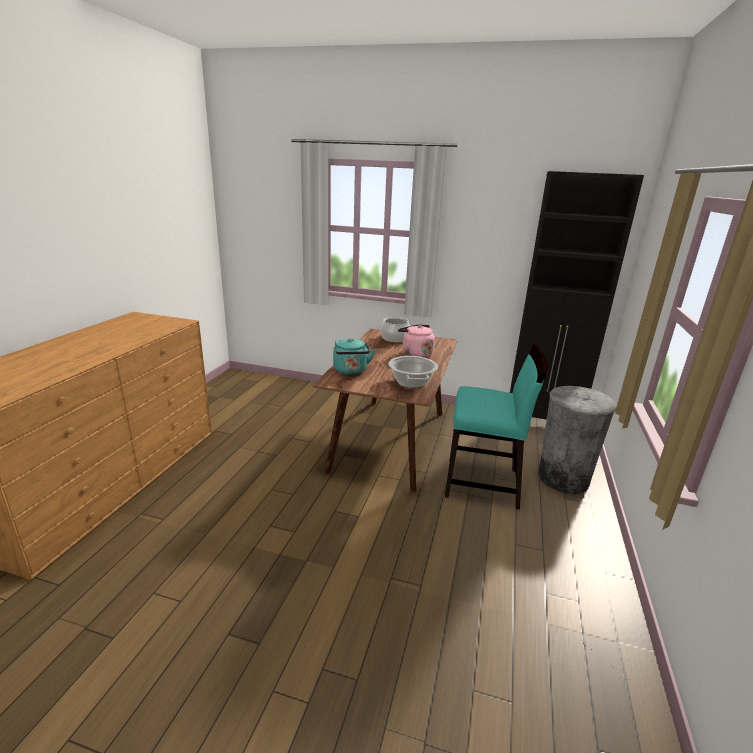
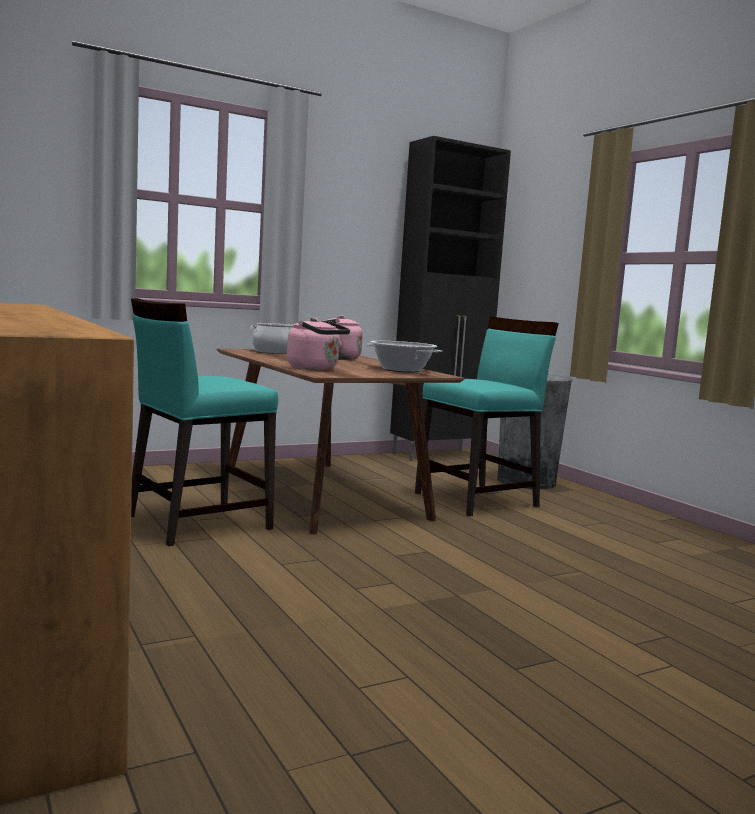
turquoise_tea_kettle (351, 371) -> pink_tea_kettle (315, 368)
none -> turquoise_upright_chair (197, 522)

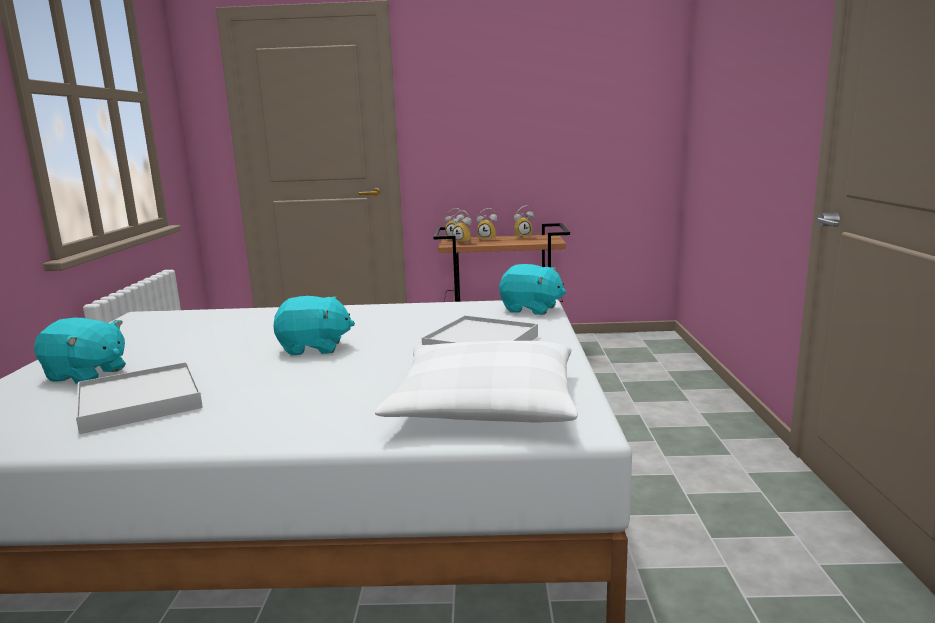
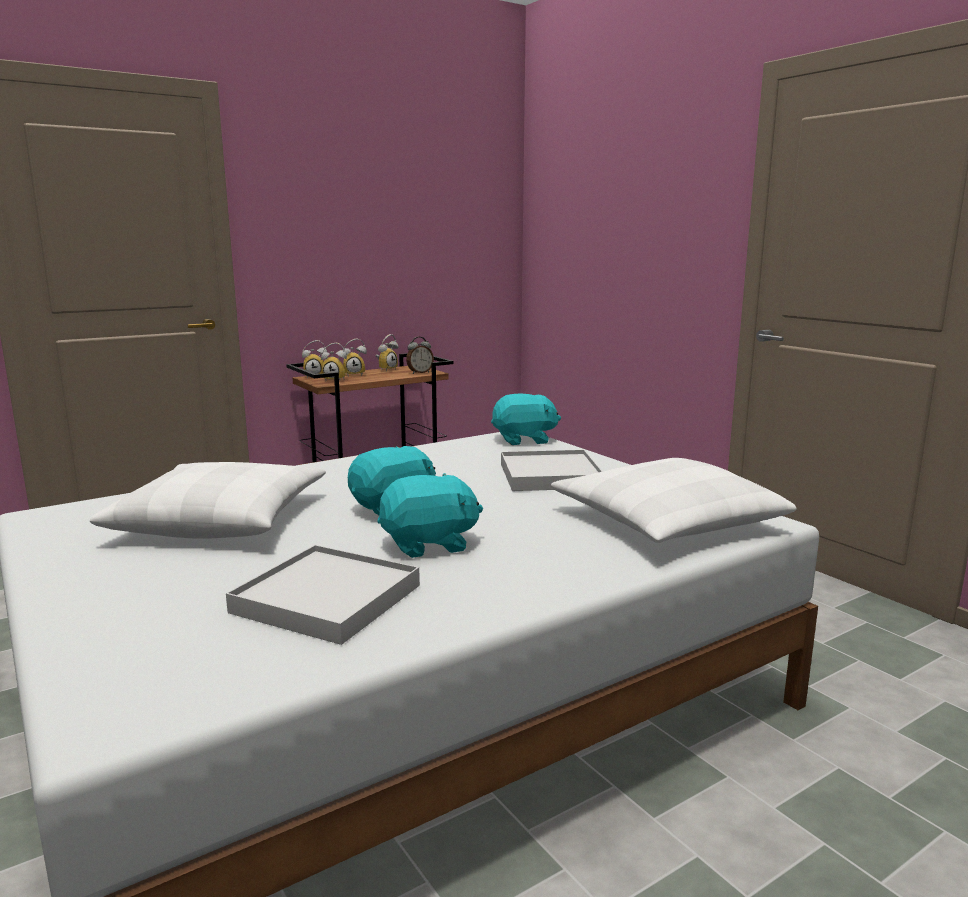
turquoise_cuddly_toy (86, 375) -> turquoise_cuddly_toy (429, 544), shifted
none -> white_throw_pillow (221, 519)
none -> bedside_clock (420, 372)

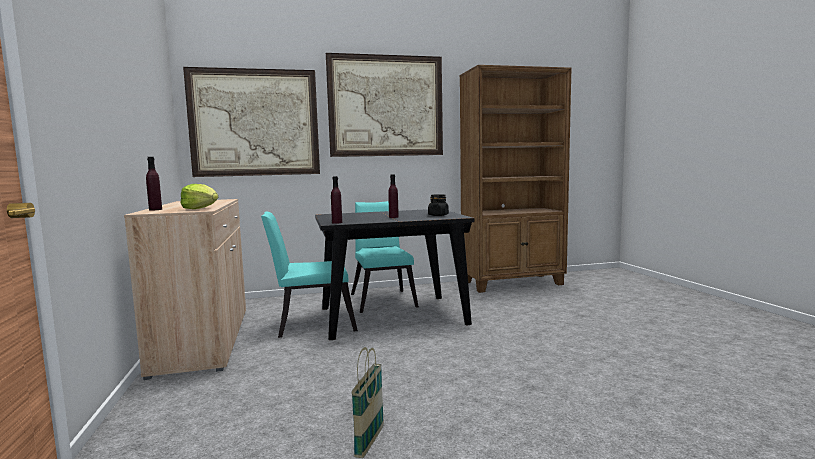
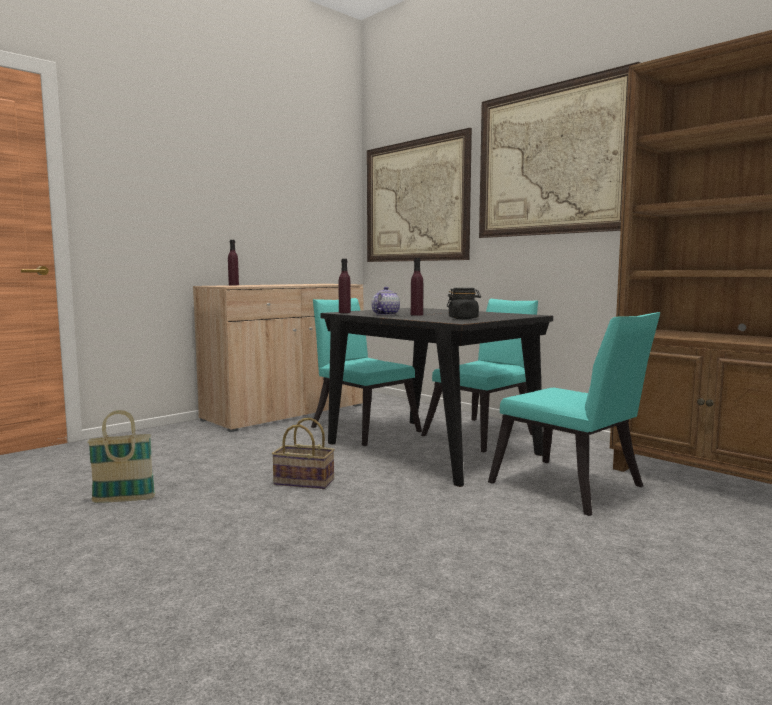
lettuce_head (201, 208) -> none
none -> household_basket (302, 482)
none -> teapot (385, 314)
none -> turquoise_upright_chair (572, 488)

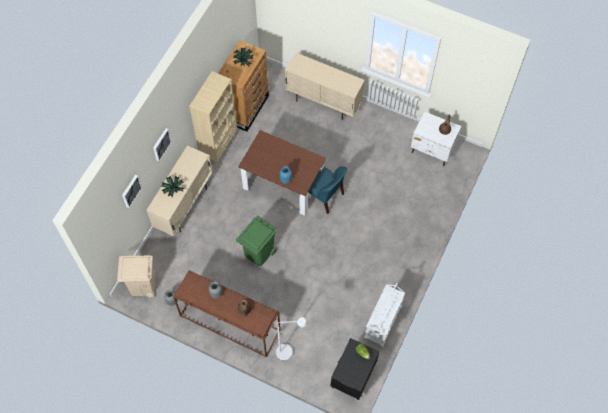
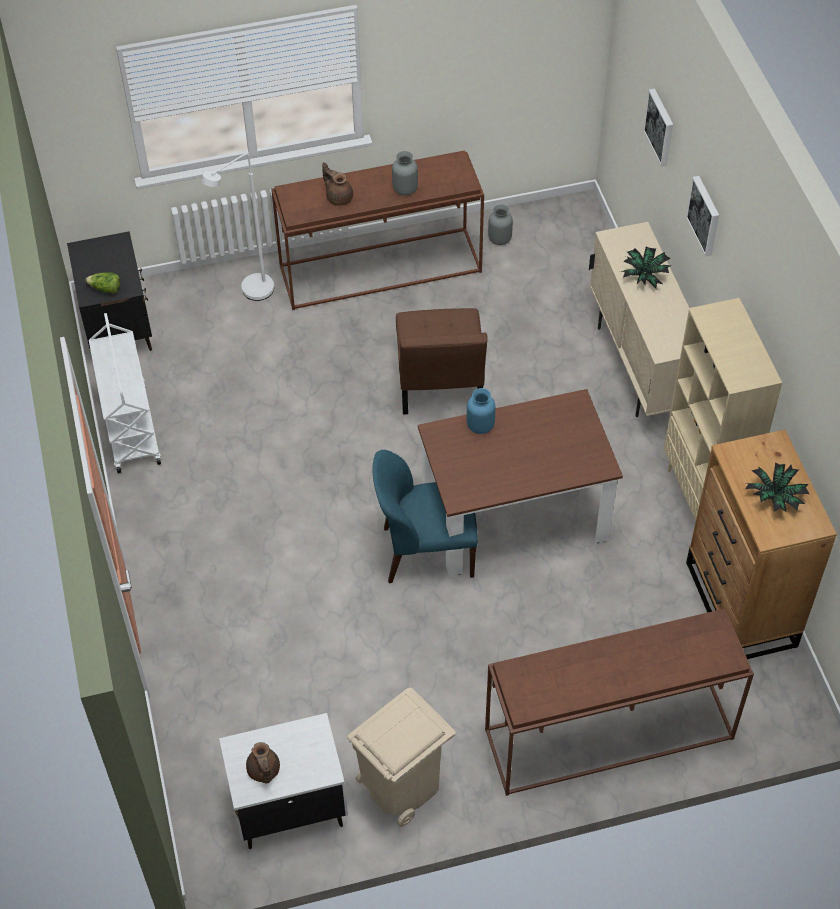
beige_trash_can (142, 285) -> beige_trash_can (401, 786), shifted
greenish_trash_can (258, 253) -> brown-coloured_upright_chair (439, 386)
beige_cupboard (323, 102) -> brown-coloured_narrow_table (608, 736)

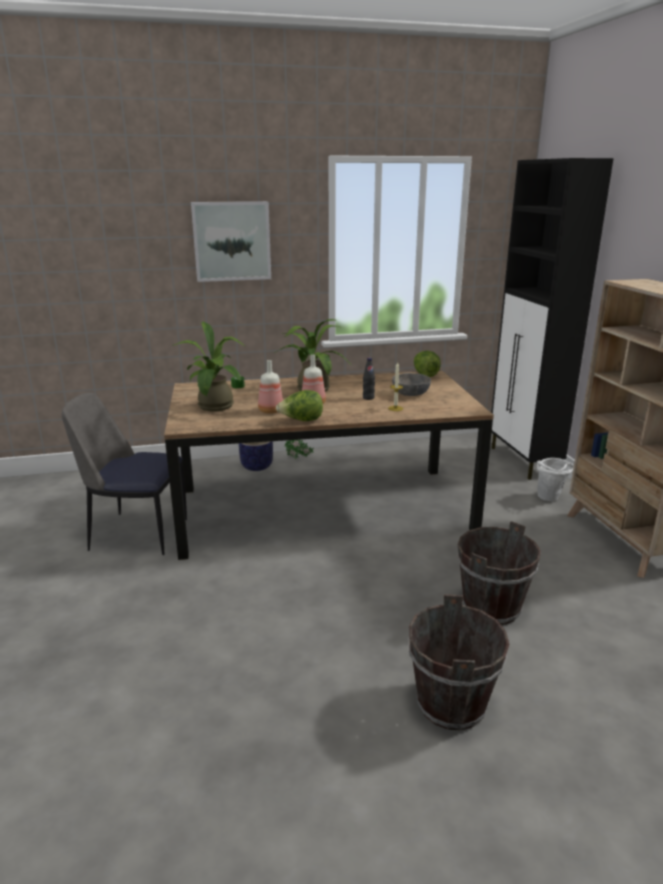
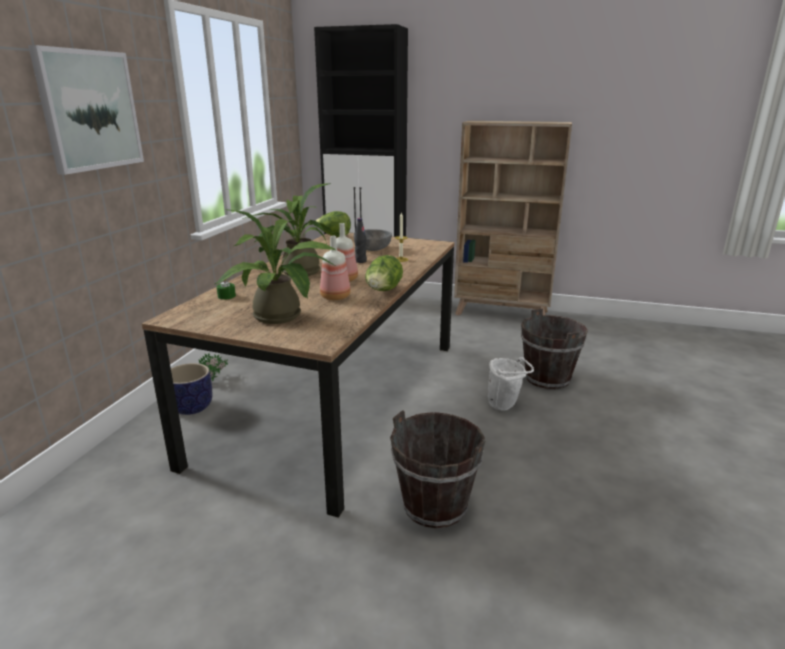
upright_chair (136, 533) -> none
brown-coloured_pail (451, 704) -> brown-coloured_pail (435, 505), shifted
white_pail (550, 499) -> white_pail (505, 406), shifted

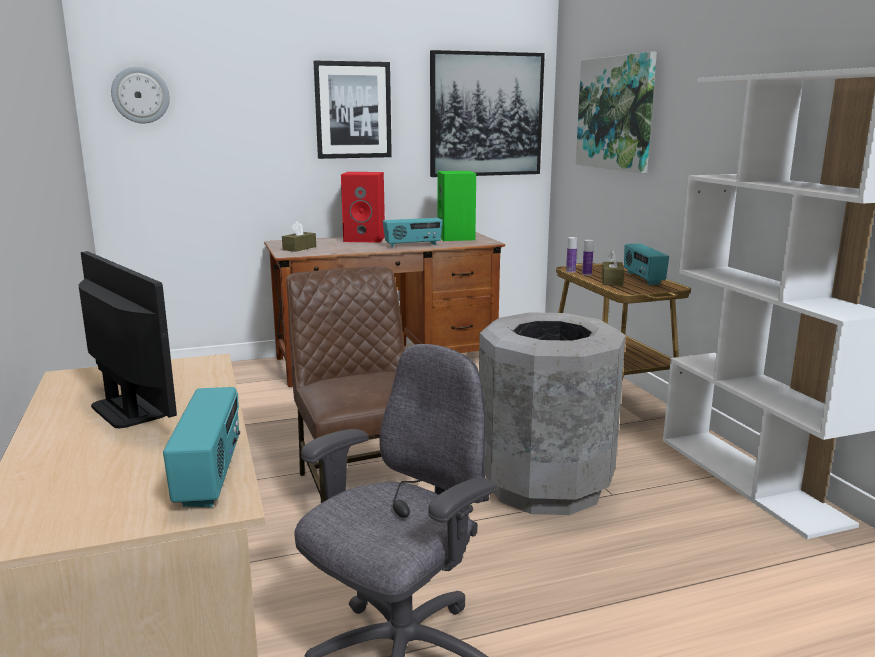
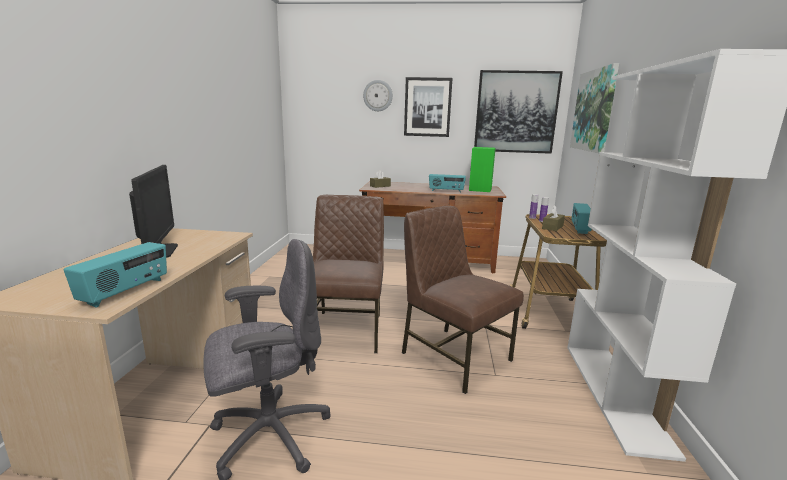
clock_on_the_wall (140, 95) -> clock_on_the_wall (378, 95), shifted
red_audio_speaker (365, 239) -> none
greyish_trash_can (544, 485) -> brown-coloured_upright_chair (454, 356)

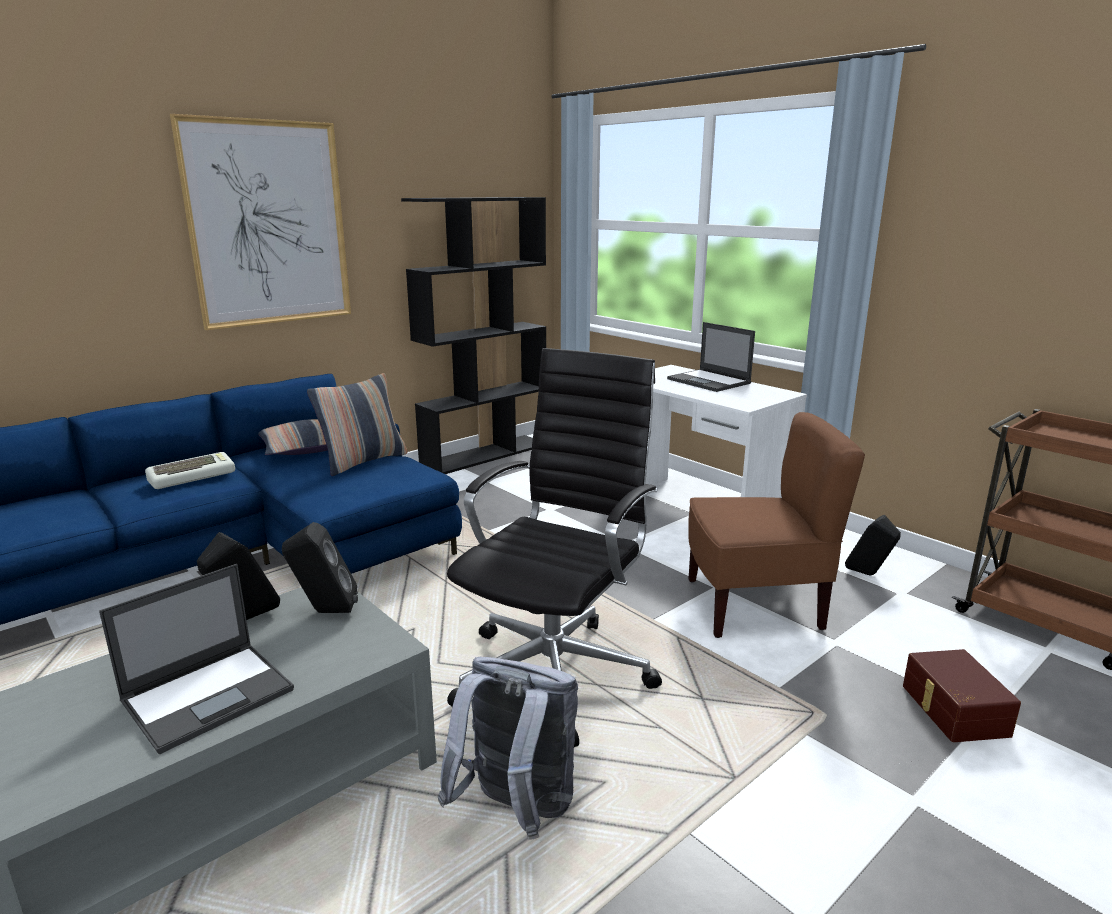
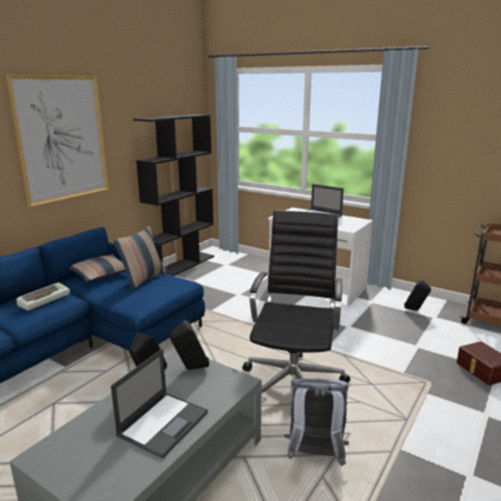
brown-coloured_upright_chair (754, 606) -> none

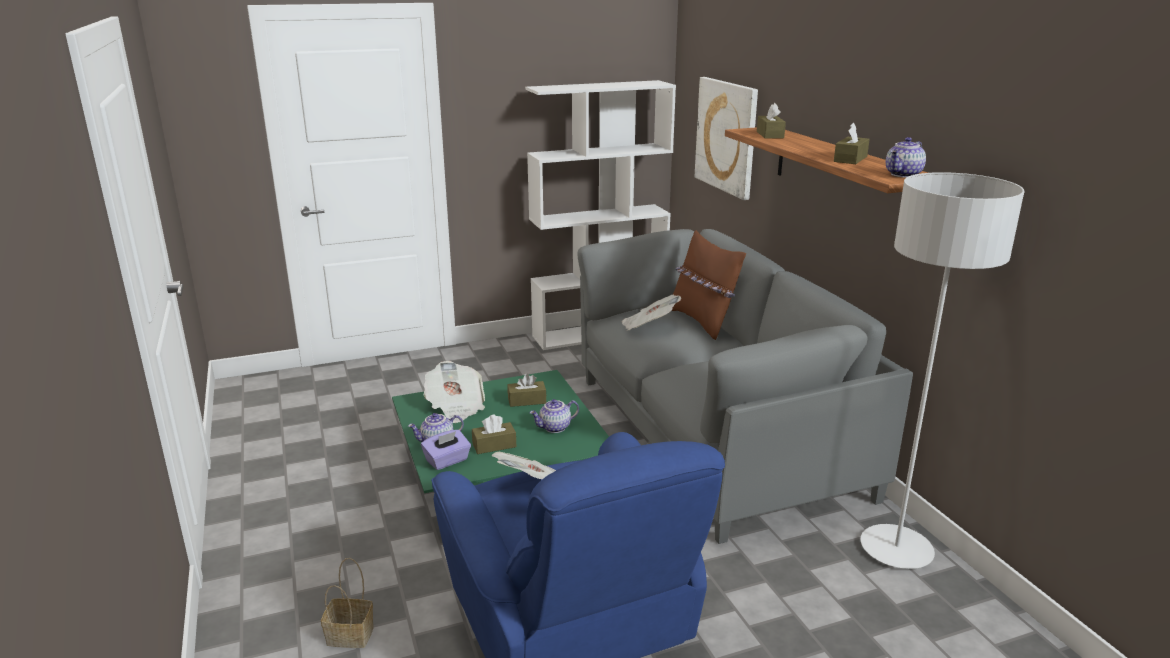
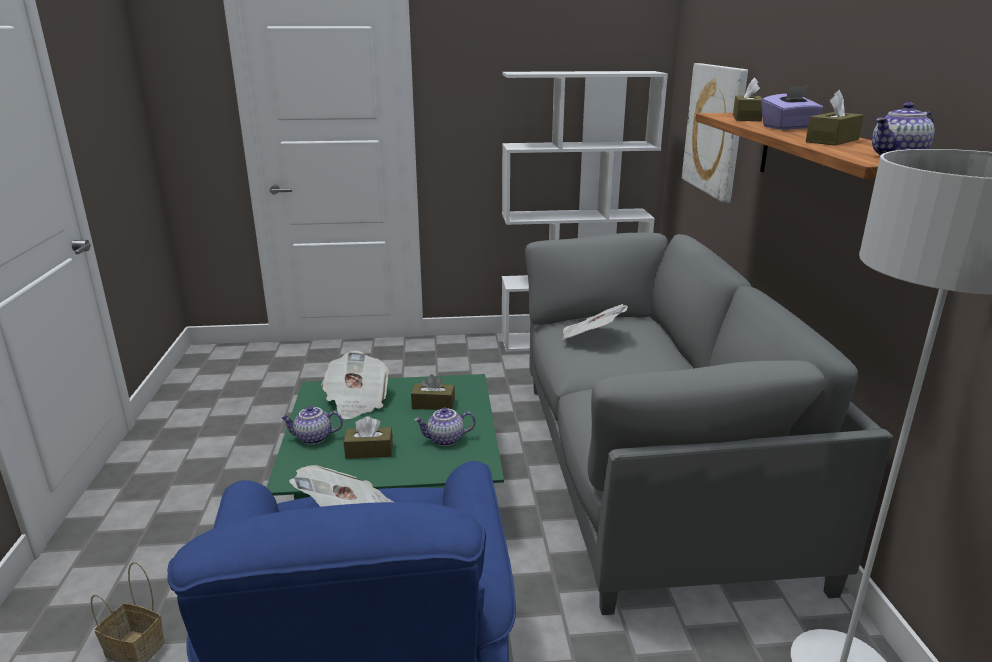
purplish_tissue_holder (447, 461) -> purplish_tissue_holder (788, 127), shifted
brown-coloured_throw_pillow (702, 321) -> none

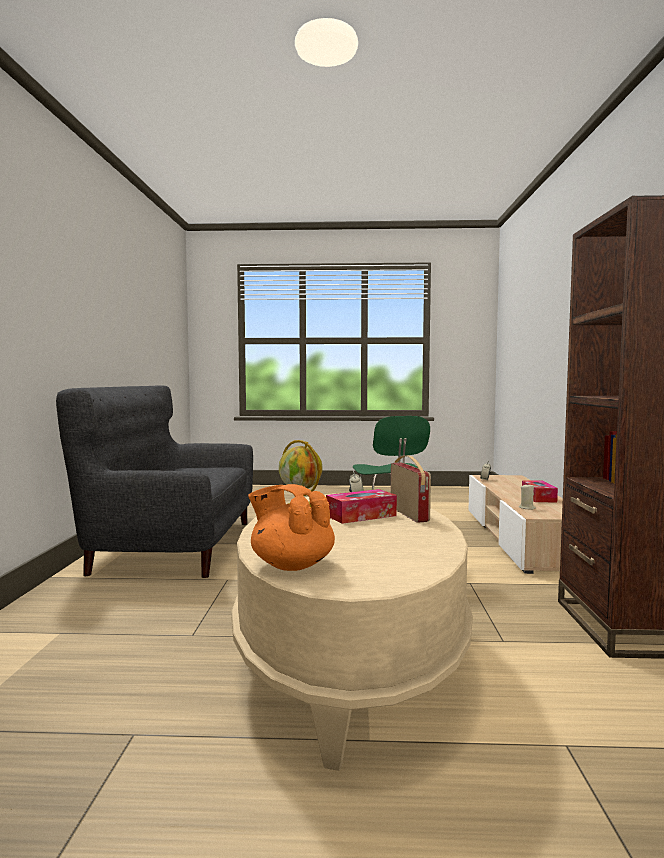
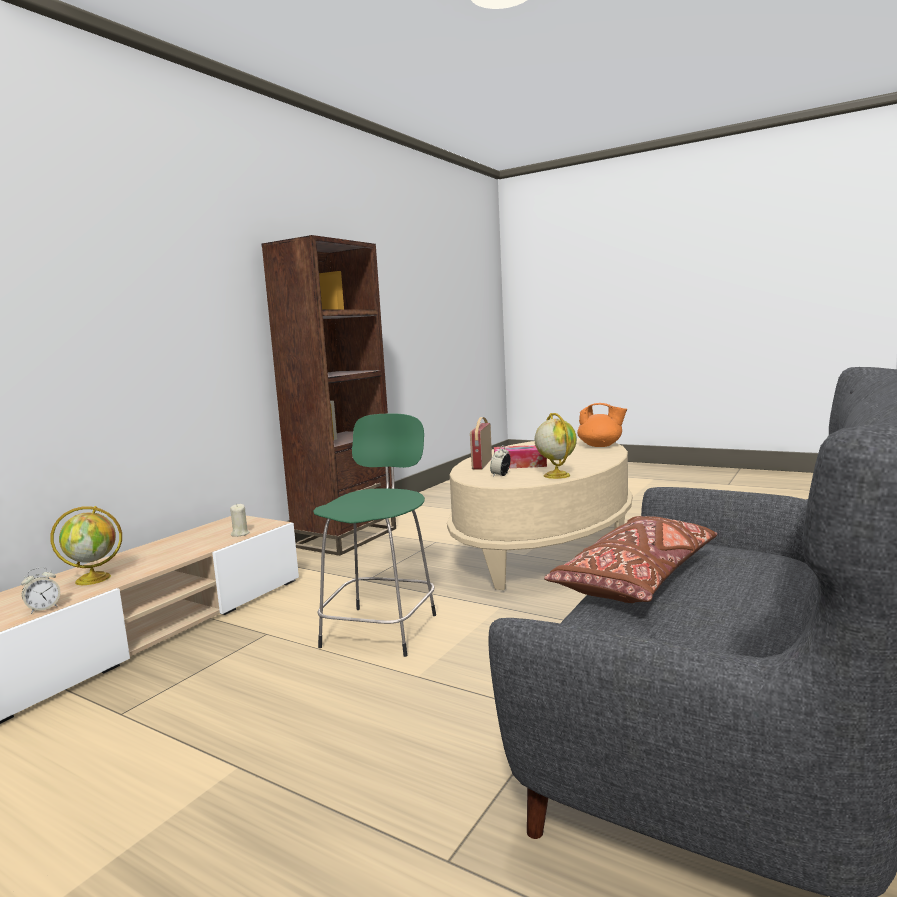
orange-coloured_teapot (291, 565) -> orange-coloured_teapot (601, 446), 45 degrees counterclockwise
tissue_holder (538, 497) -> none
none -> world_globe (94, 579)
none -> brown-coloured_throw_pillow (638, 578)

